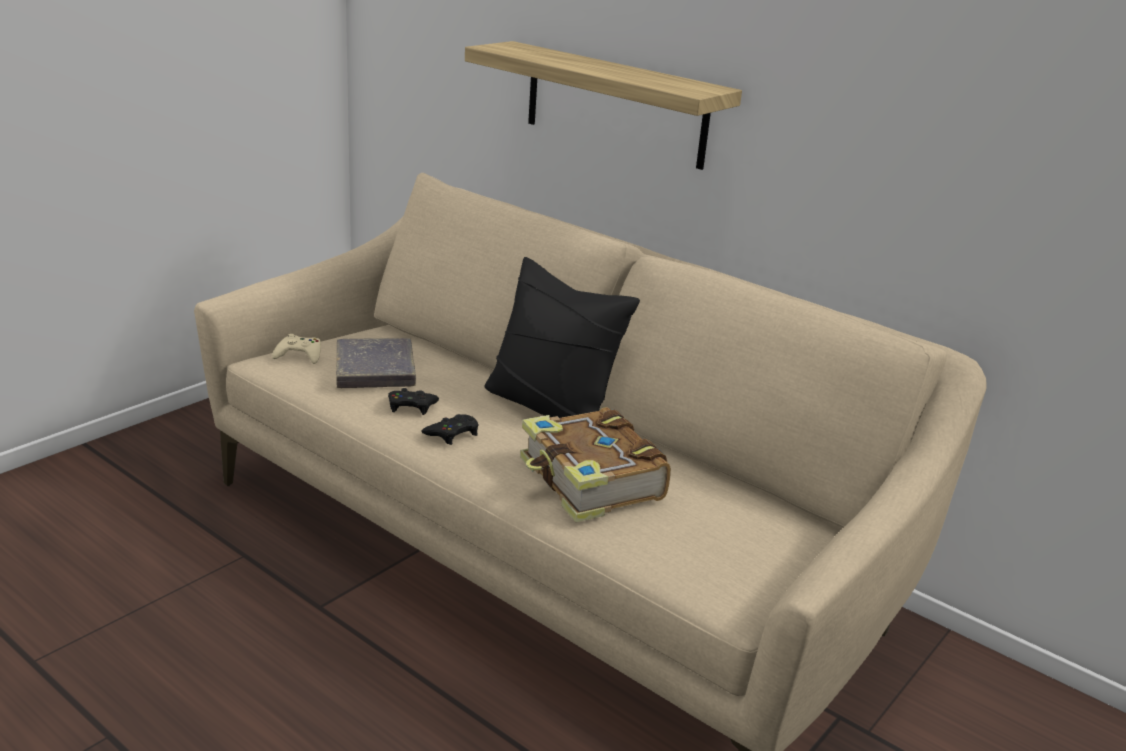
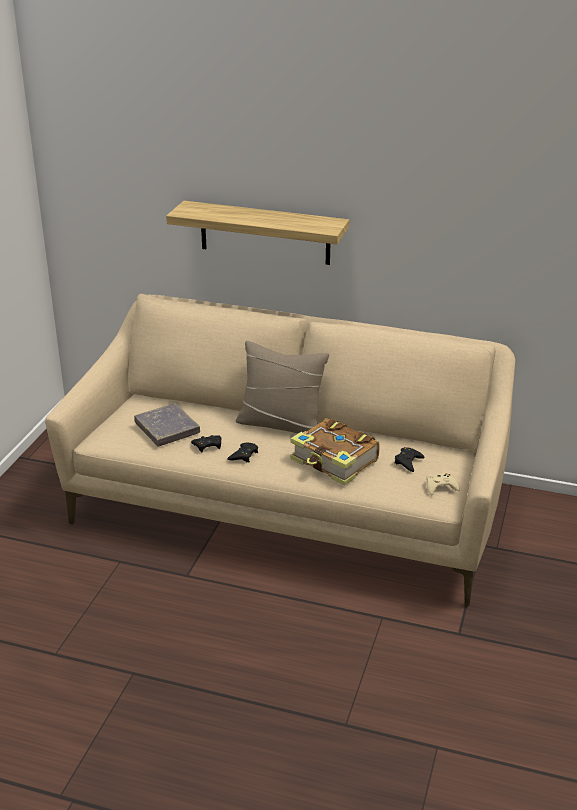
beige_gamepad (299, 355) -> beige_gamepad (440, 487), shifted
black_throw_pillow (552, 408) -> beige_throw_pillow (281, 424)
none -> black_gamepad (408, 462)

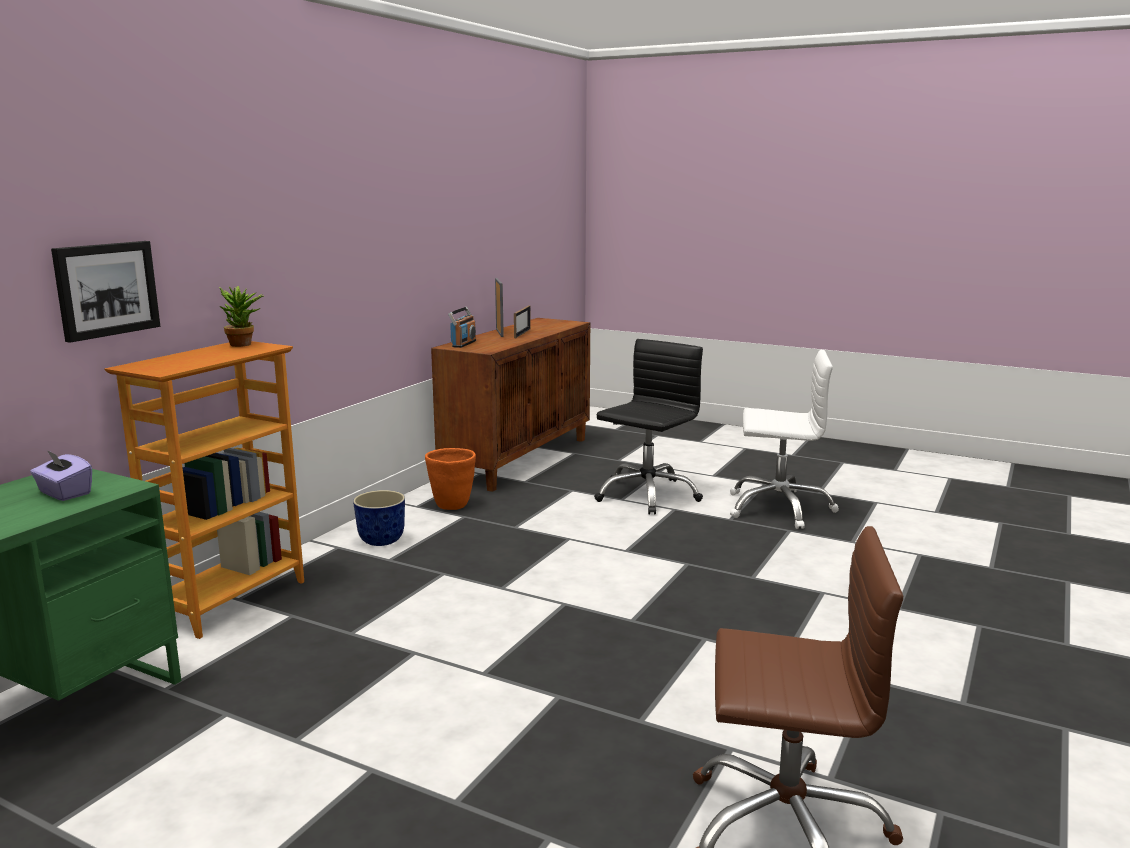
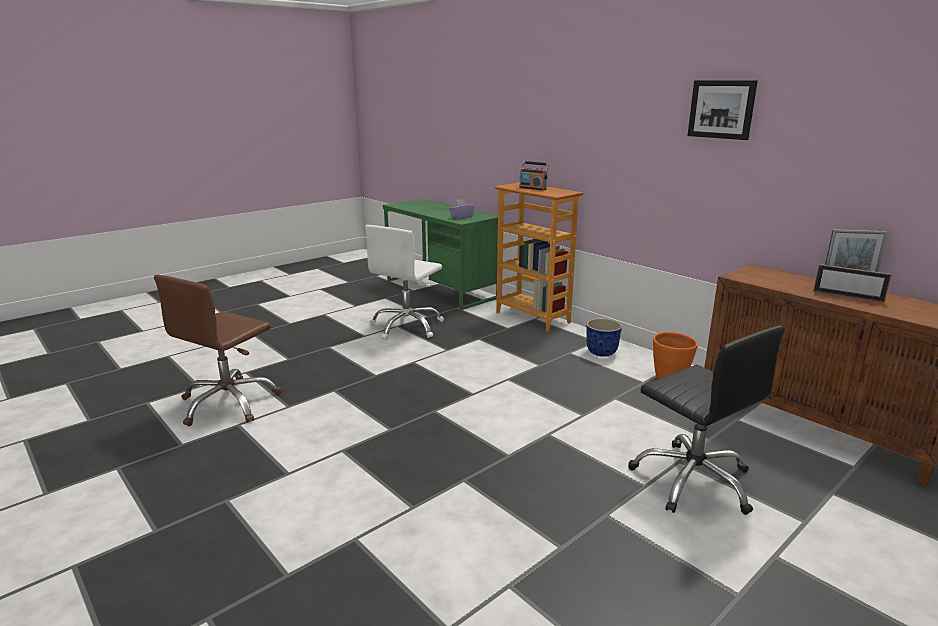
picture (106, 289) -> picture (721, 109), shifted
potted_plant (244, 345) -> none
radio_set (463, 344) -> radio_set (533, 188), shifted
white_computer_chair (779, 508) -> white_computer_chair (407, 326), shifted

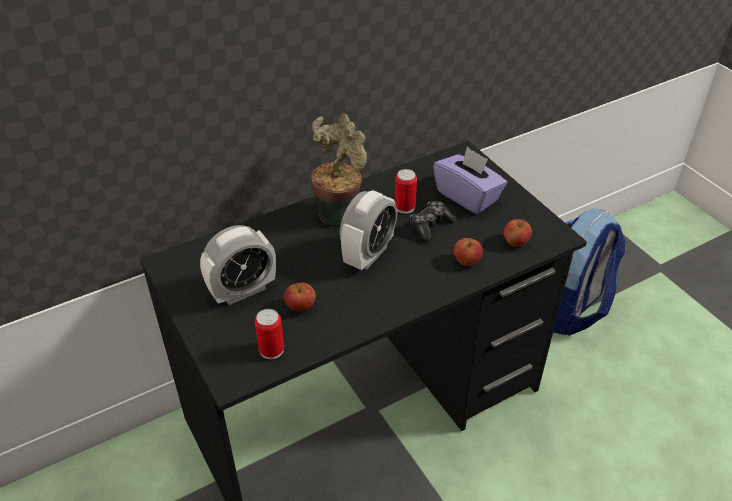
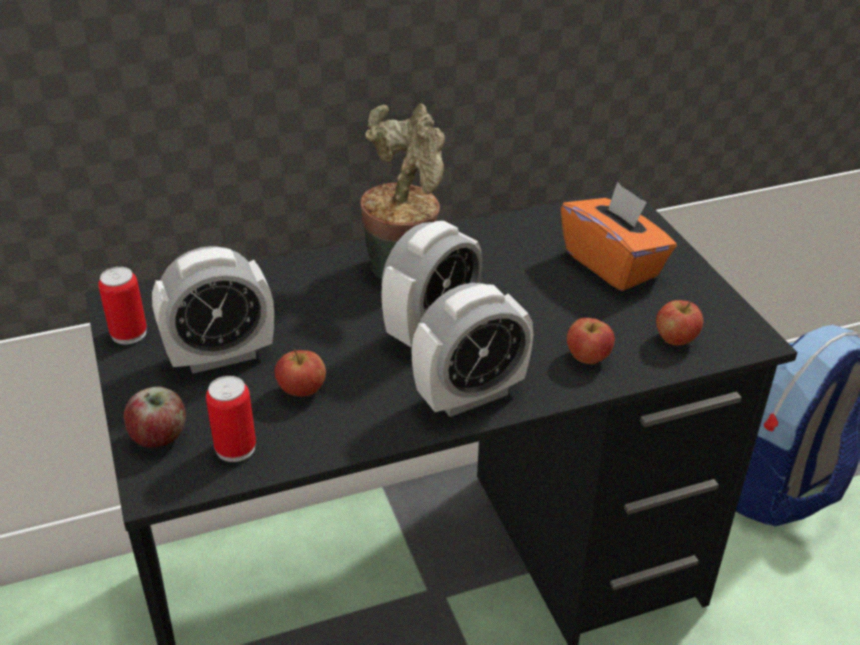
metal_can (404, 207) -> metal_can (129, 333), shifted
gamepad (430, 226) -> none
purplish_tissue_holder (467, 196) -> orange-coloured_tissue_holder (613, 264)
none -> apple_fruit (160, 437)
none -> bedside_clock (470, 395)

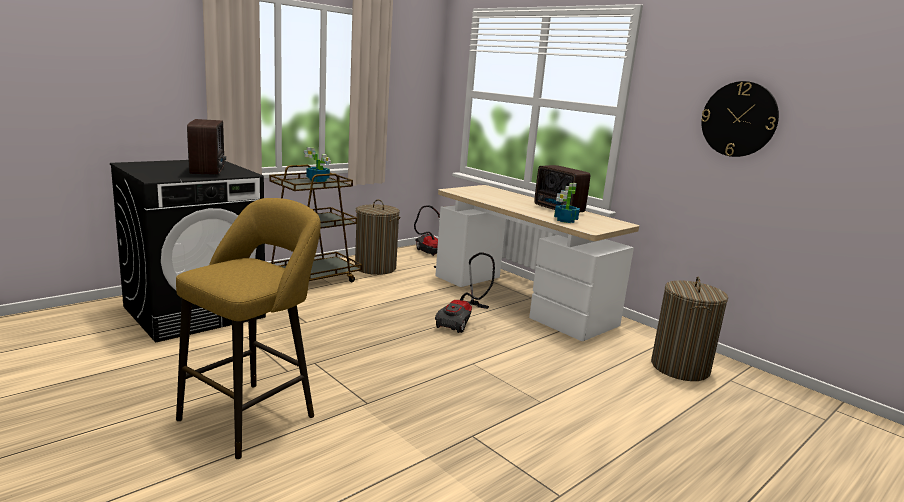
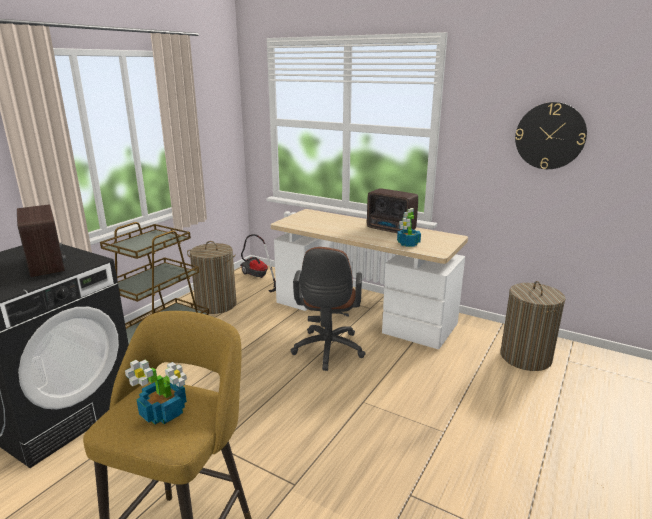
potted_plant (318, 180) -> potted_plant (165, 412), shifted
vacuum_cleaner (462, 321) -> brown-coloured_computer_chair (327, 351)

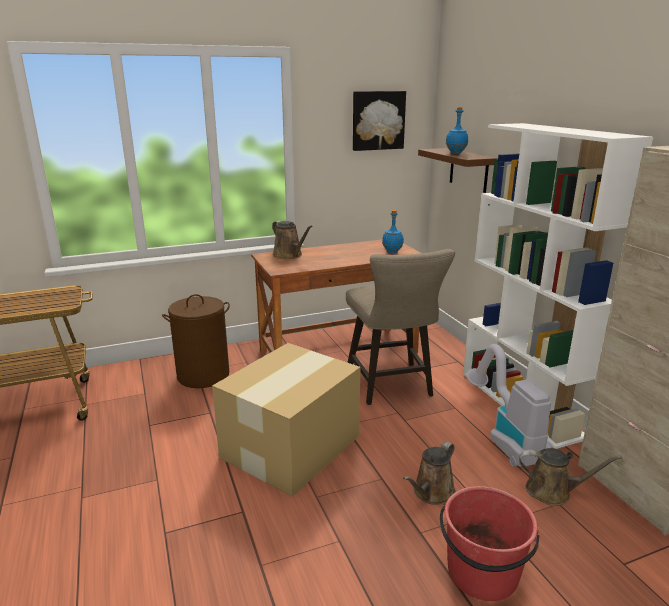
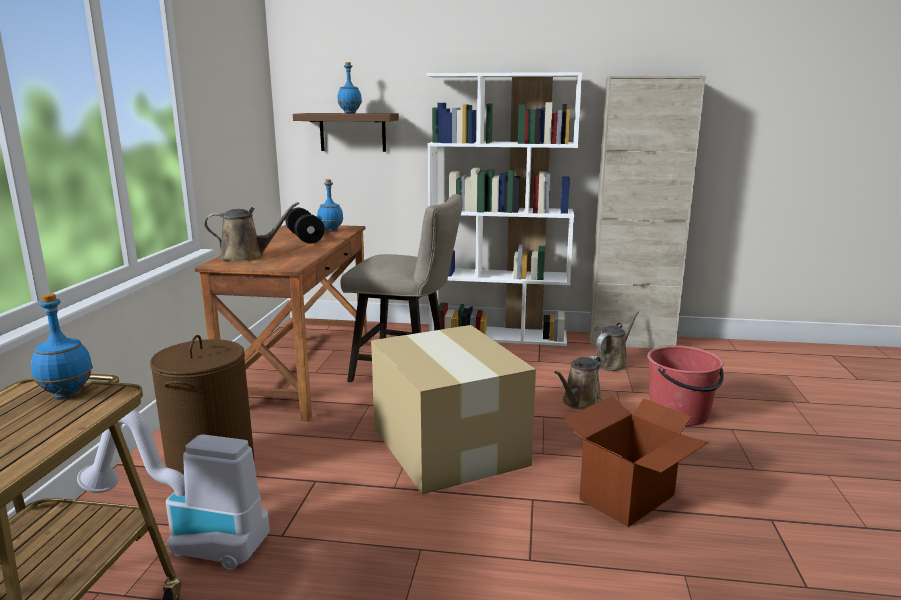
picture (377, 120) -> none
brown-coloured_sprinkling_can (431, 493) -> brown-coloured_sprinkling_can (580, 402), 60 degrees clockwise
vacuum_cleaner (504, 437) -> vacuum_cleaner (189, 541), shifted
none -> blue_bottle (68, 394)
none -> black_dumbbell (305, 238)
none -> cardboard_box (628, 498)

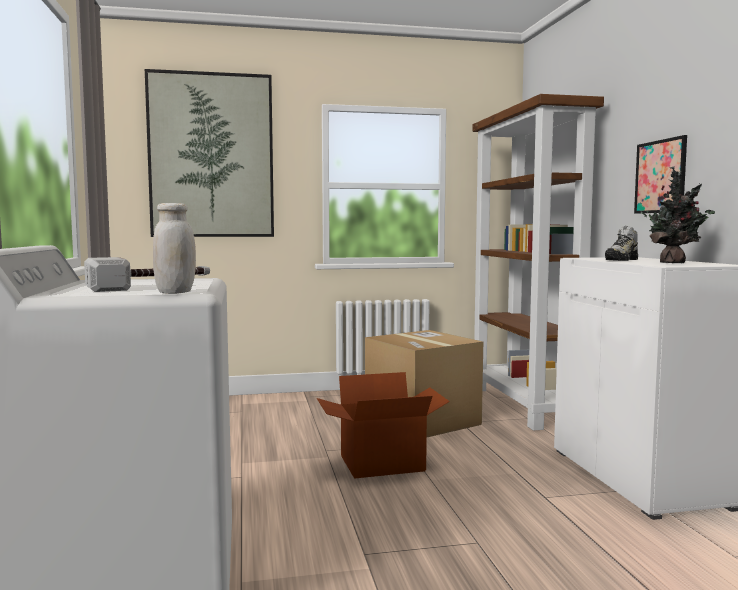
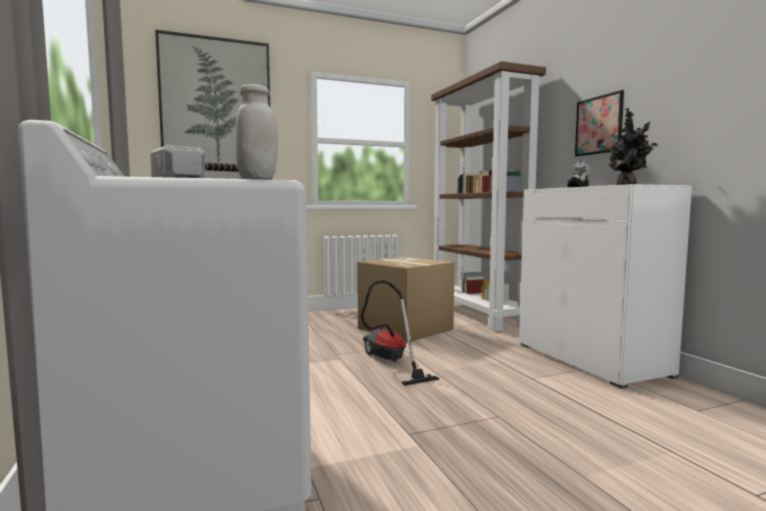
cardboard_box (382, 464) -> vacuum_cleaner (389, 362)

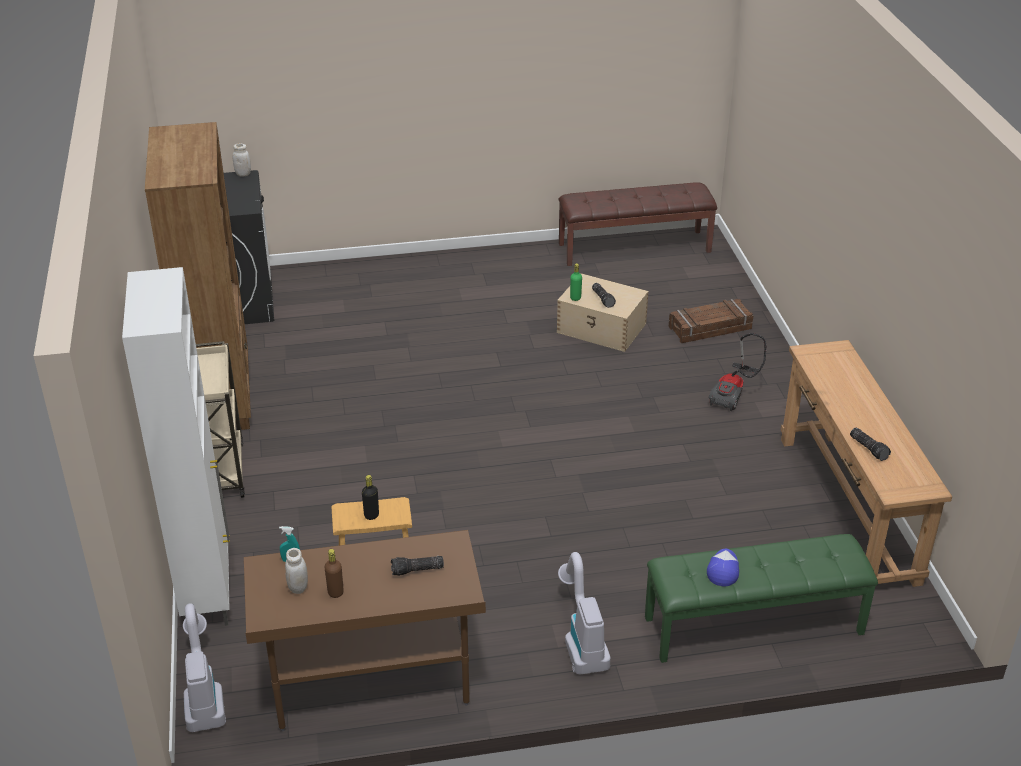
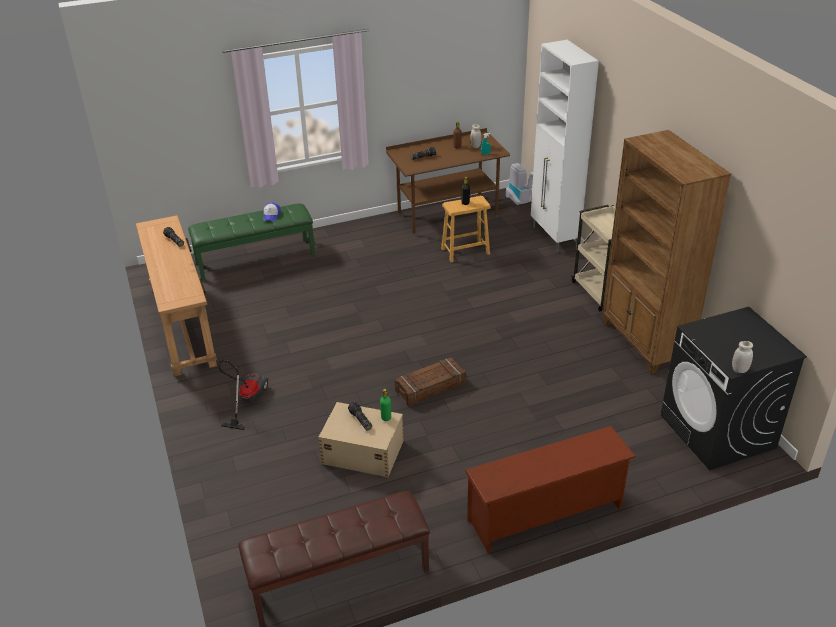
vacuum_cleaner (581, 640) -> none
crate (710, 328) -> crate (430, 386), shifted
none -> brown-coloured_shoe_shelf (545, 515)

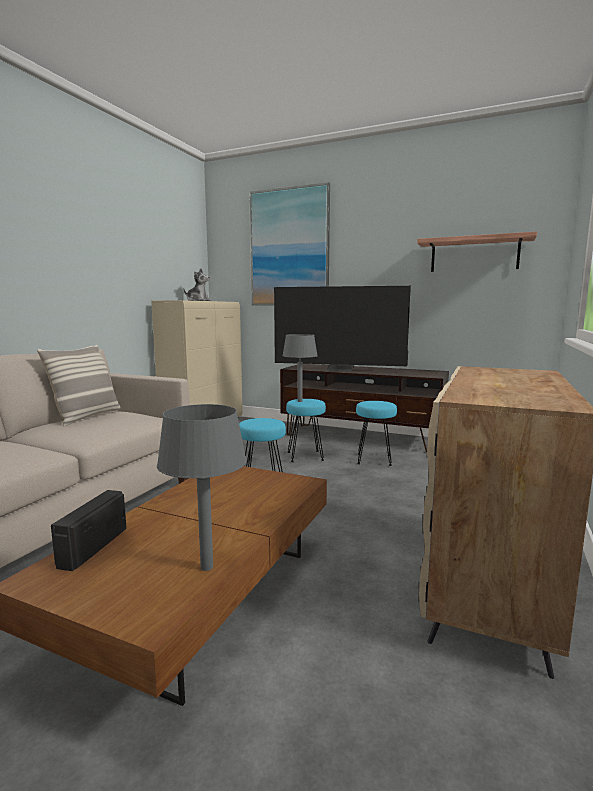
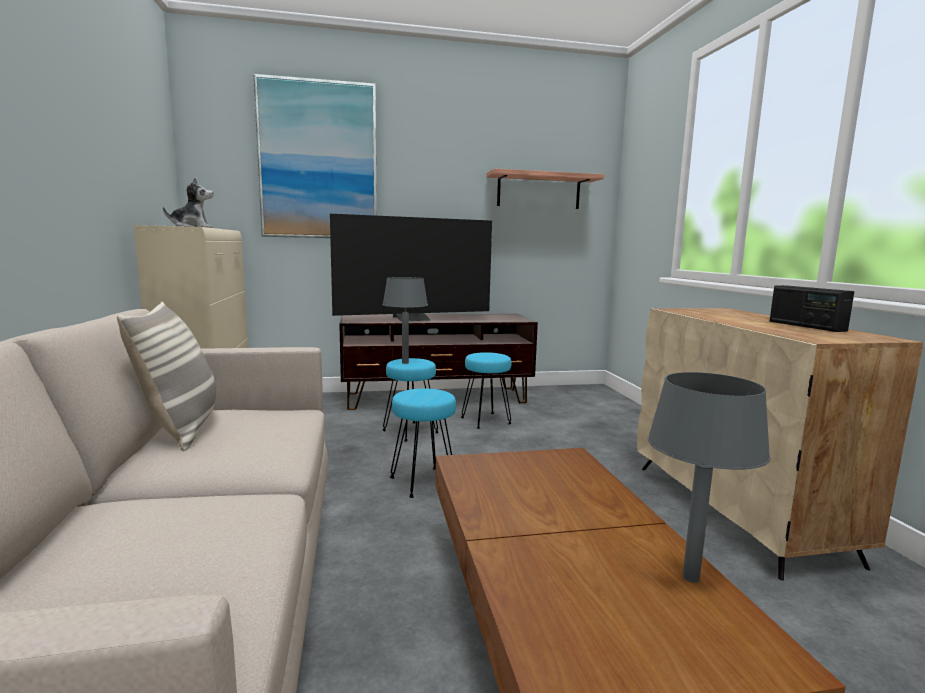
radio_set (92, 547) -> radio_set (806, 326), shifted

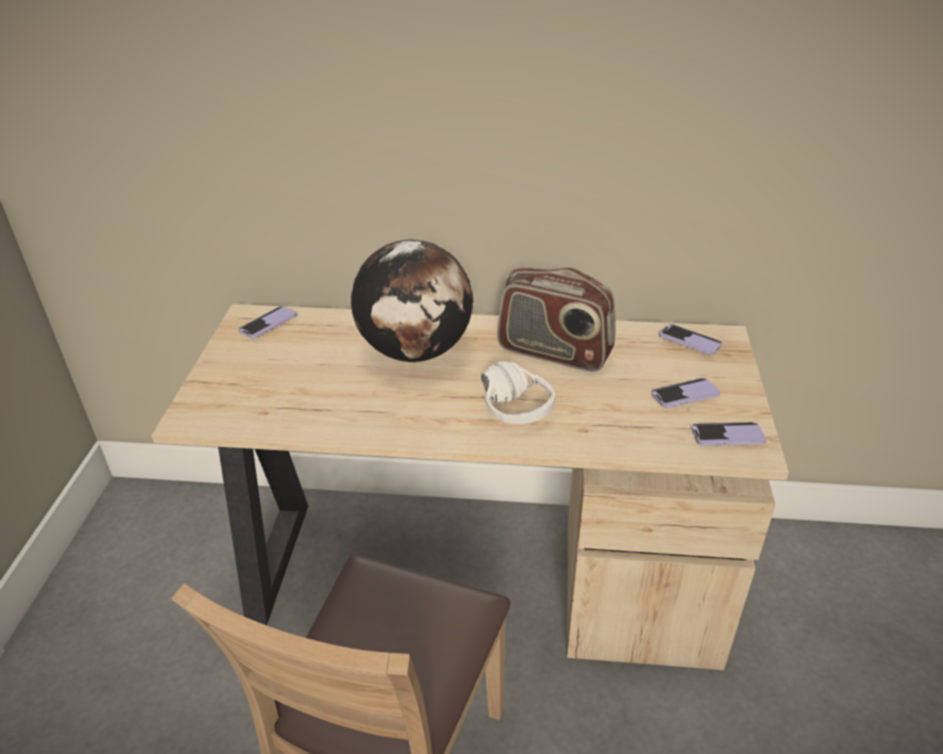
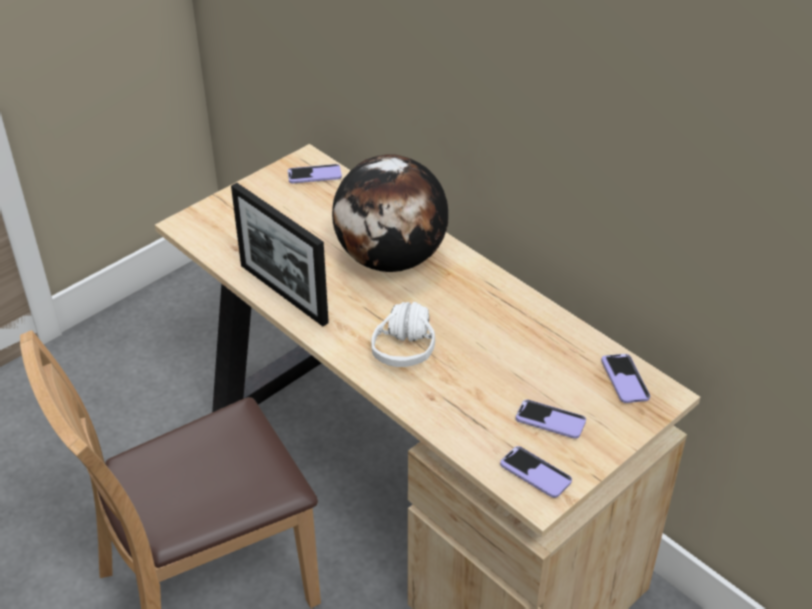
radio_set (554, 352) -> none
none -> standing_frame (283, 293)

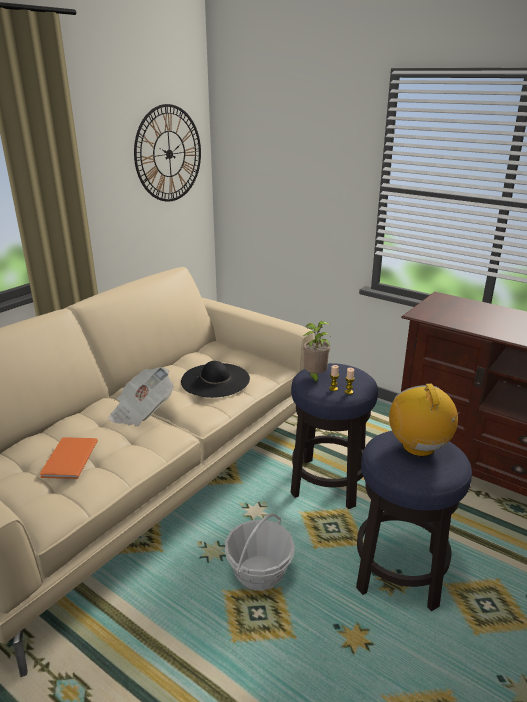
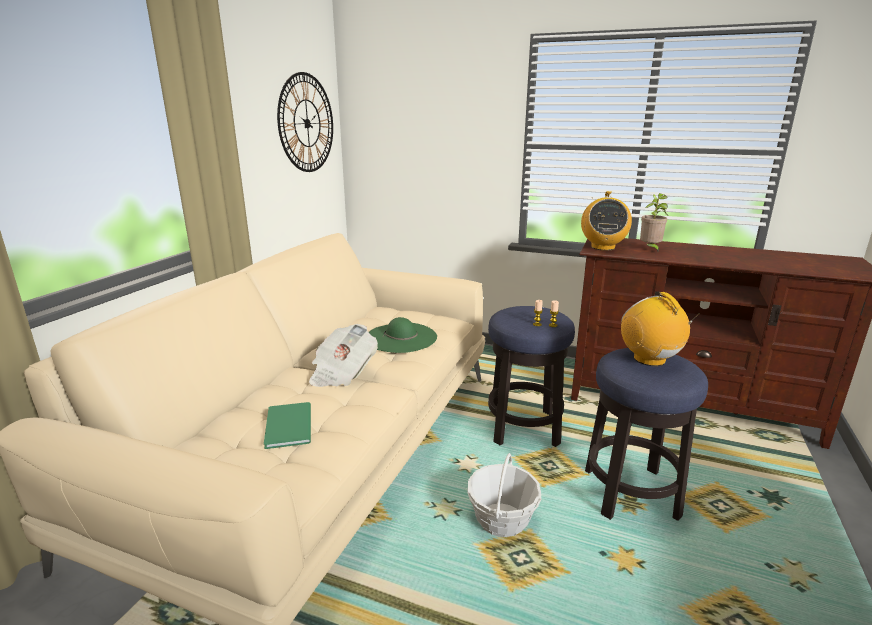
orange-coloured_book (67, 460) -> greenish_book (286, 427)
black_hat (215, 380) -> greenish_hat (401, 337)
potted_plant (314, 377) -> potted_plant (650, 249), shifted
none -> radio_set (602, 247)

